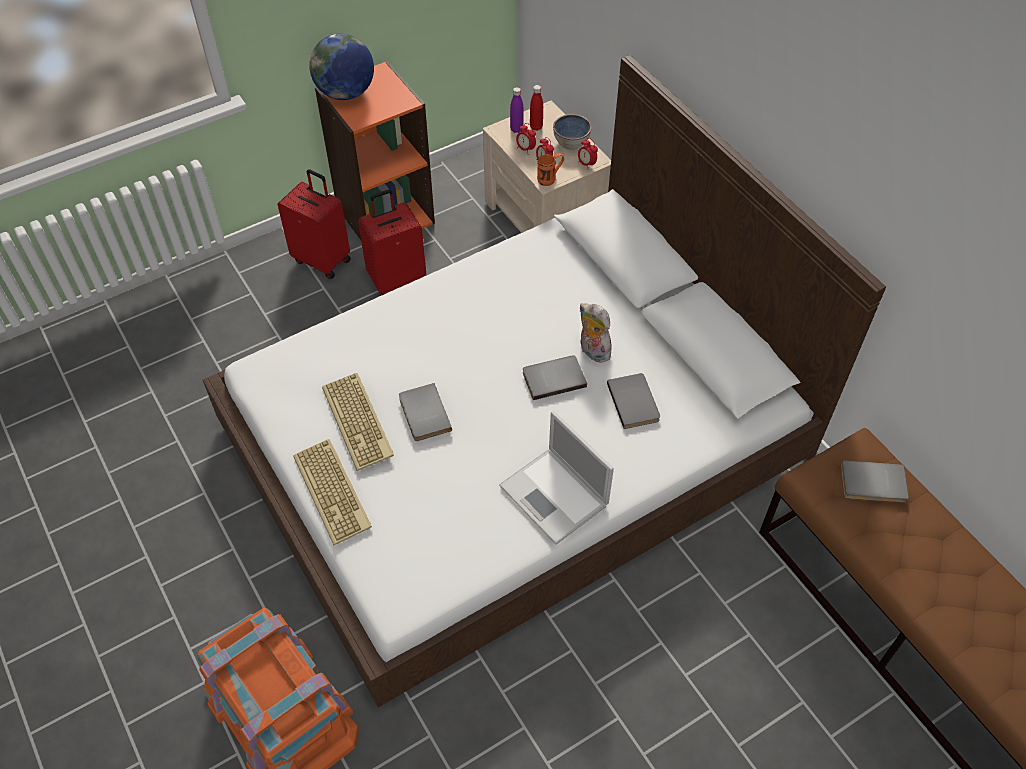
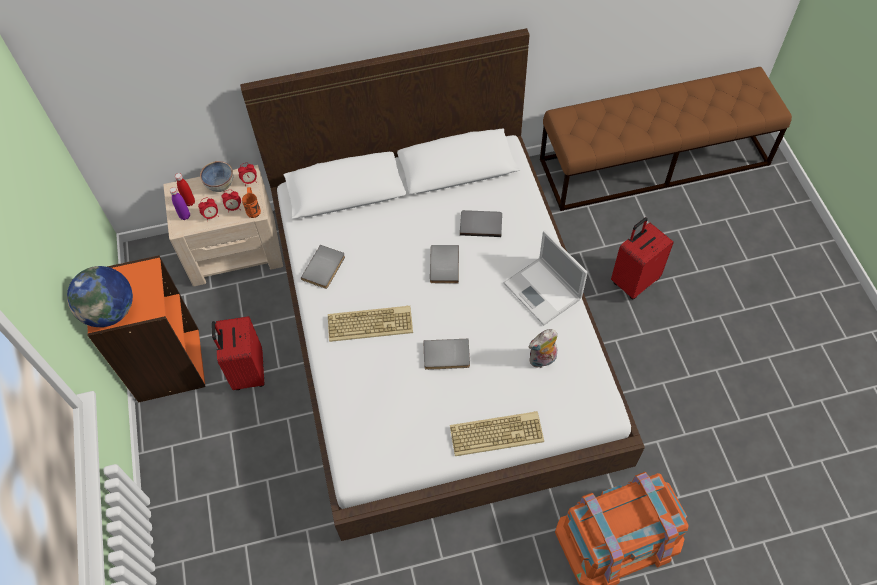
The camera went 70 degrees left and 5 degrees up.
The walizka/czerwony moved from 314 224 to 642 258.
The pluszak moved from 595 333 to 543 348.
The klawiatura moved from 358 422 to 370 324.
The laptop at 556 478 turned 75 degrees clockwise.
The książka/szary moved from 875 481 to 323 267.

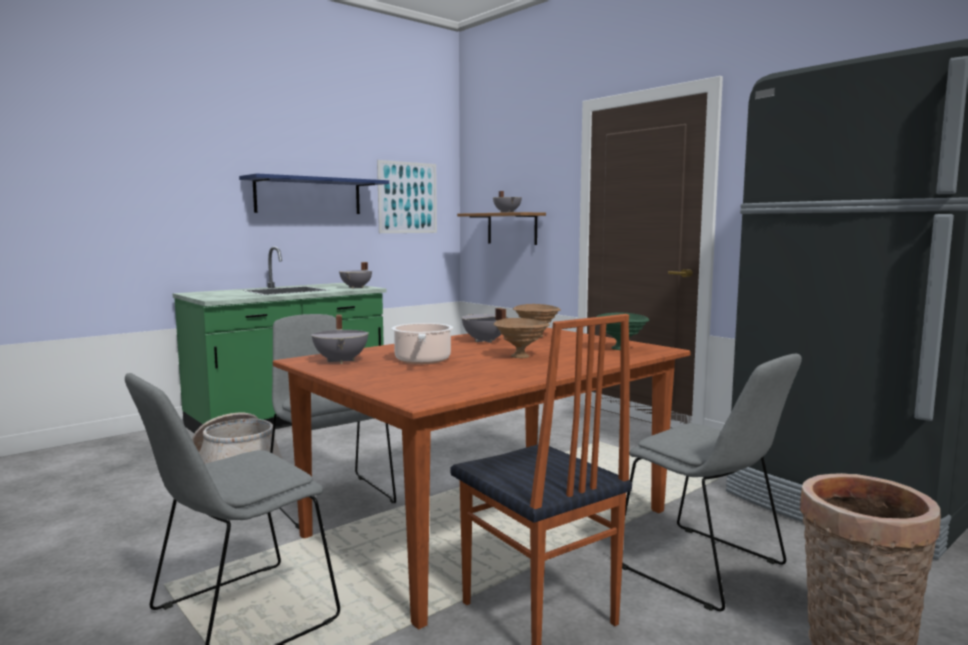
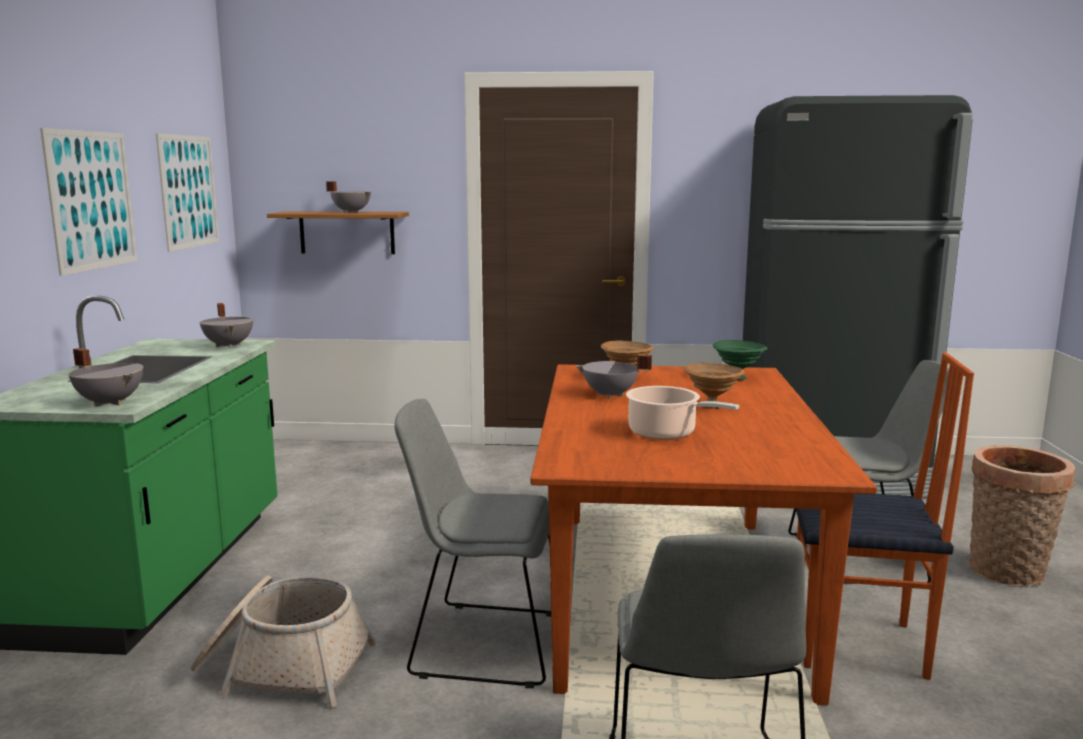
The camera went 45 degrees left and 5 degrees up.
The półka/niebieski at 314 193 was replaced by the obraz at 88 202.
The garnek/szary moved from 340 339 to 106 377.

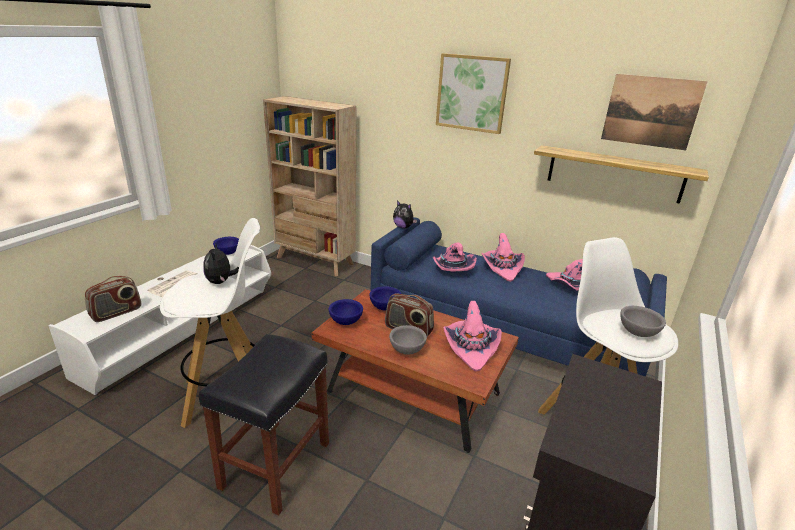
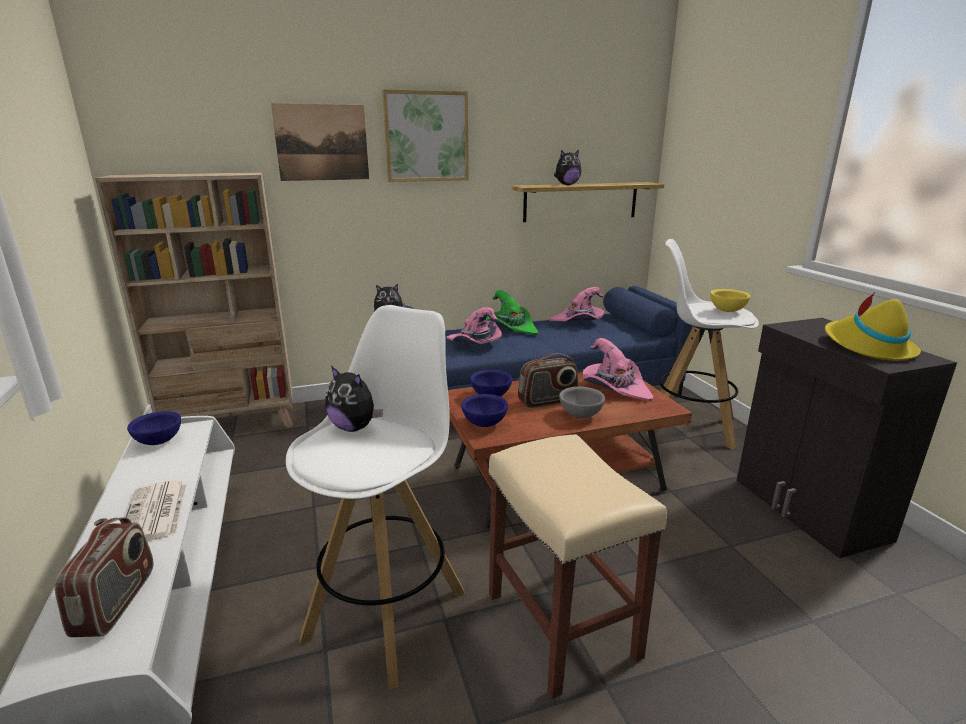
The camera went 45 degrees left and 5 degrees down.
The obraz moved from 654 112 to 320 142.
The kapelusz/różowy at 503 257 became the kapelusz/zielony at 512 312.
The miska/szary at 643 321 became the miska/żółty at 730 300.
The stołek/czarny at 264 425 became the stołek/beżowy at 578 566.
The pluszak at 567 167 appeared.
The kapelusz/żółty at 873 326 appeared.

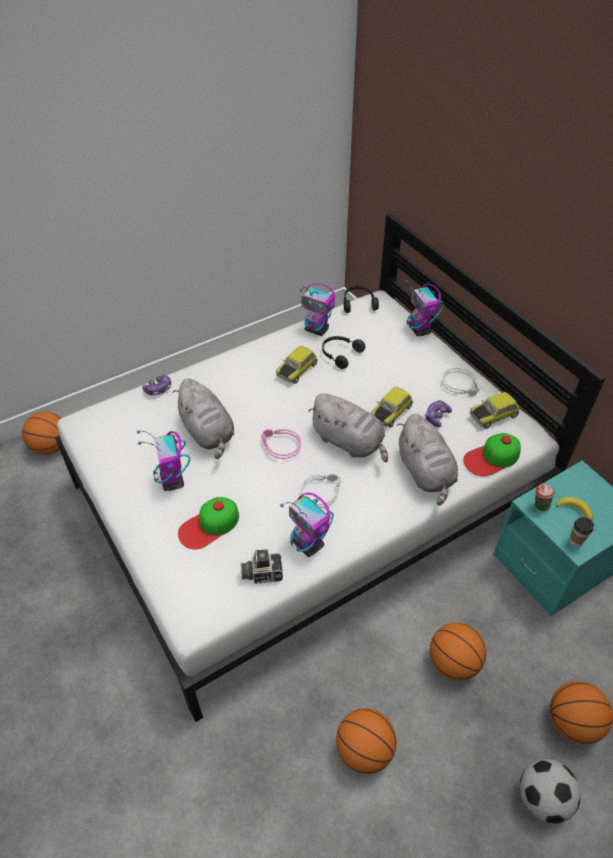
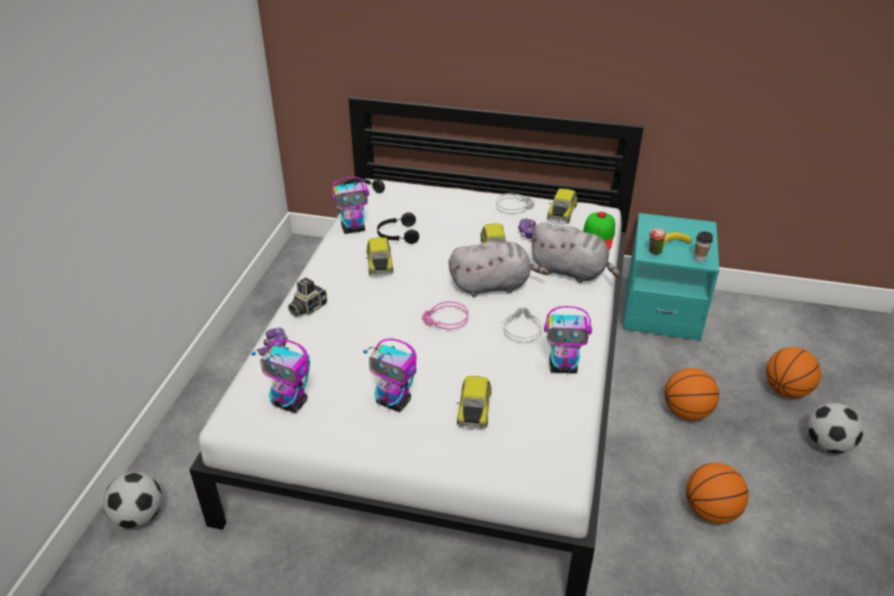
The camera went 45 degrees left and 10 degrees down.
The robot zabawkowy moved from 424 308 to 280 376.
The pluszak/szary at 203 418 disappeared.
The piłka do koszykówki at 41 433 was replaced by the piłka futbolowa at 132 500.
The czapka z daszkiem at 208 523 was replaced by the samochodzik at 474 402.
The aparat fotograficzny moved from 261 566 to 307 297.

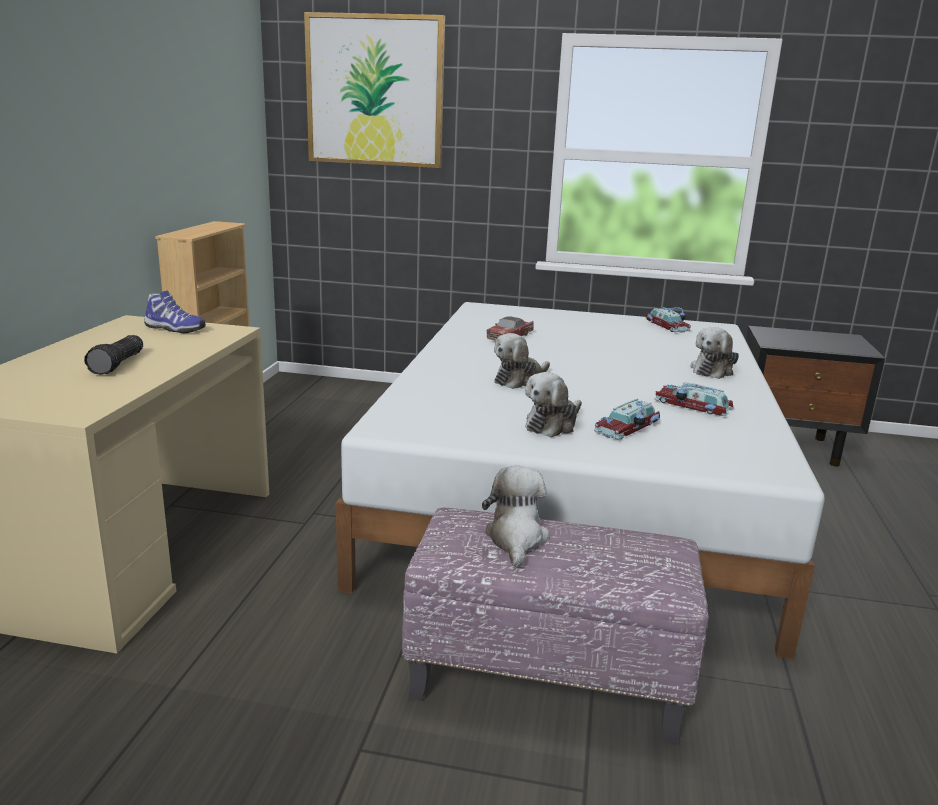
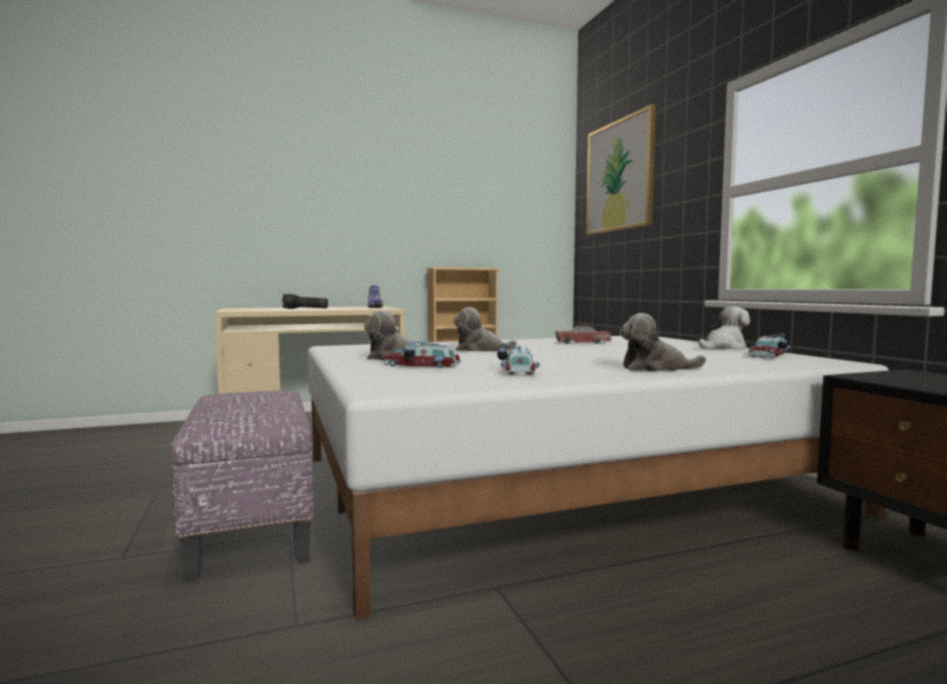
The camera went 60 degrees right and 15 degrees down.
The pluszak moved from 516 517 to 724 328.

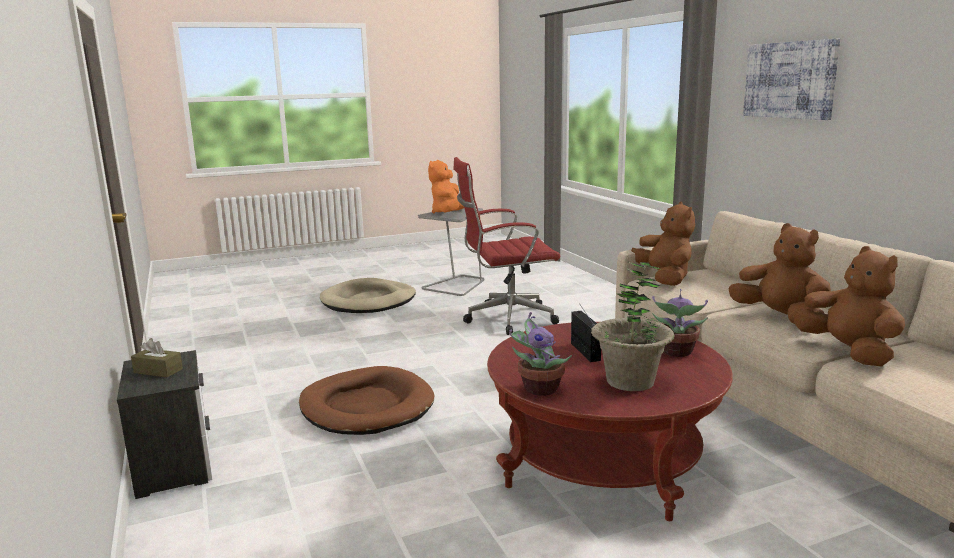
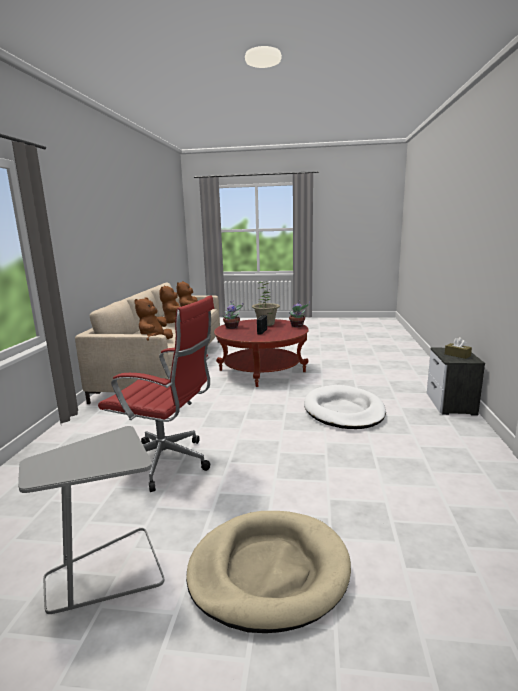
The camera went 150 degrees left and 0 degrees up.
The obraz at 791 79 disappeared.
The pluszak/pomarańczowy at 446 187 disappeared.
The legowisko/brązowy at 366 400 became the legowisko/biały at 345 407.

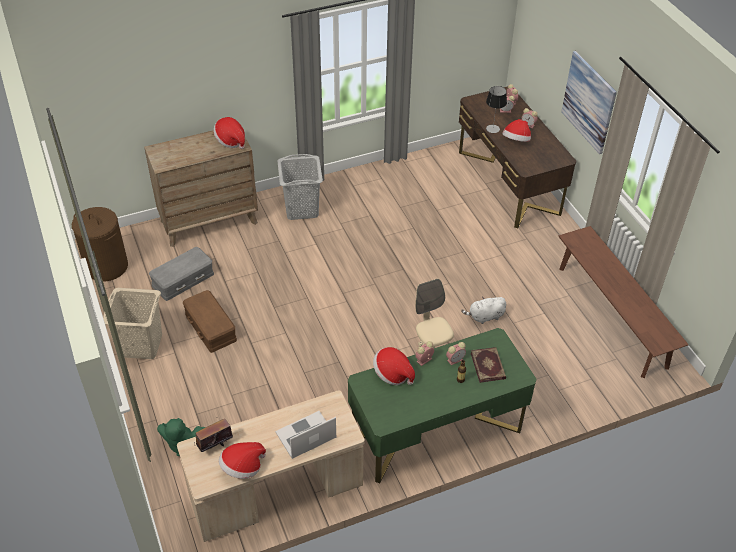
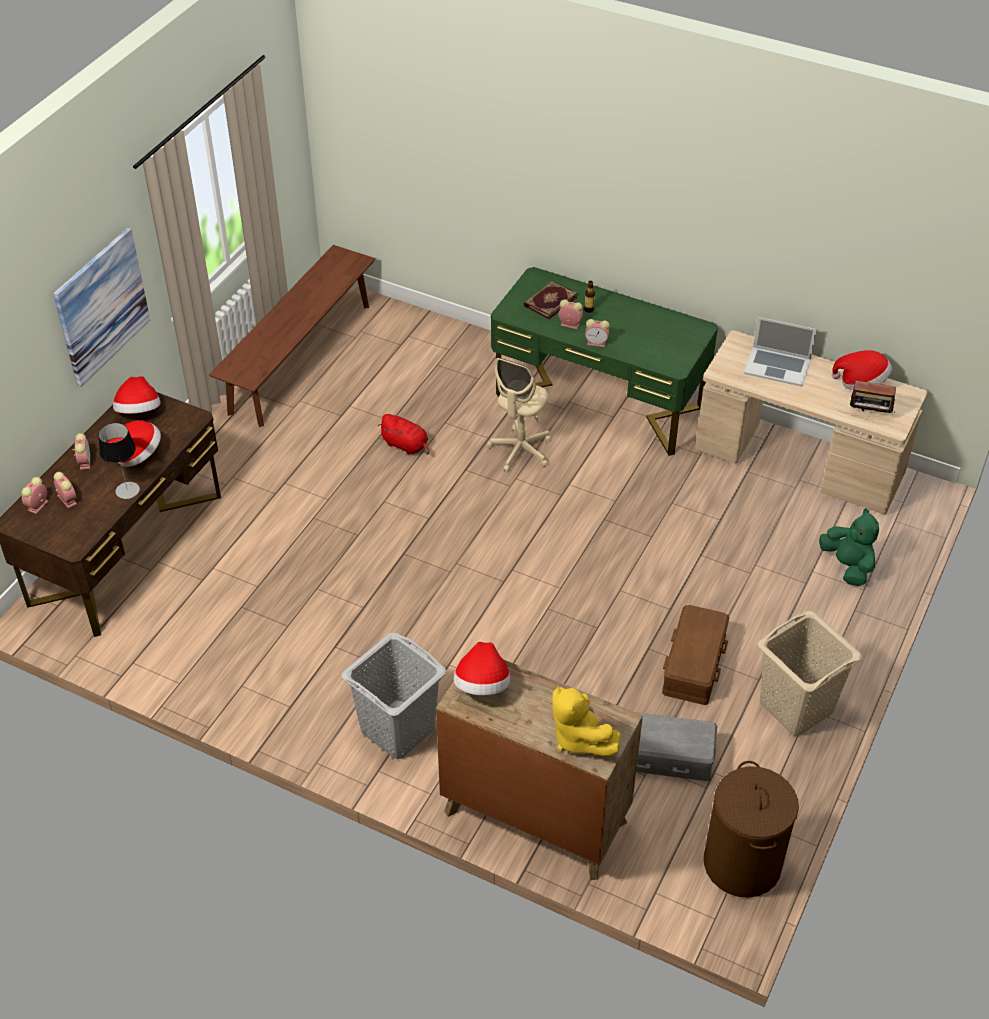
The camera went 130 degrees left and 0 degrees up.
The pluszak/biały at 483 310 became the pluszak/czerwony at 403 434.
The kapelusz moved from 394 366 to 136 395.
The pluszak/żółty at 586 720 appeared.

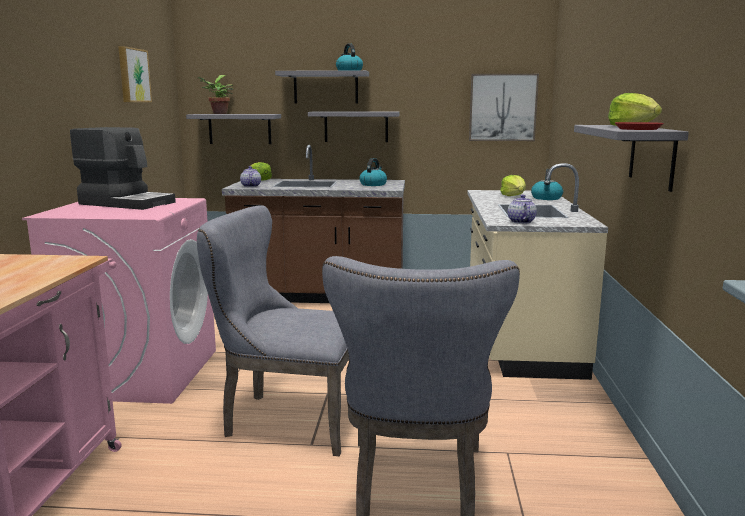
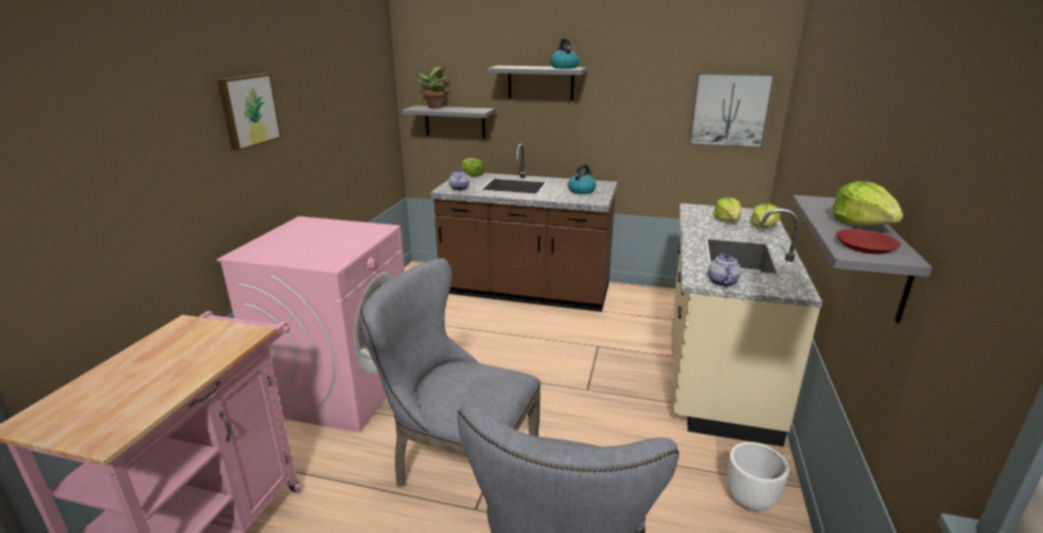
The camera went 10 degrees right and 10 degrees up.
The obraz moved from 135 74 to 249 112.
The półka/szary at 353 126 disappeared.
The ekspres do kawy at 123 168 disappeared.
The czajnik at 547 184 was replaced by the sałata at 765 215.
The donica/biały at 757 477 appeared.

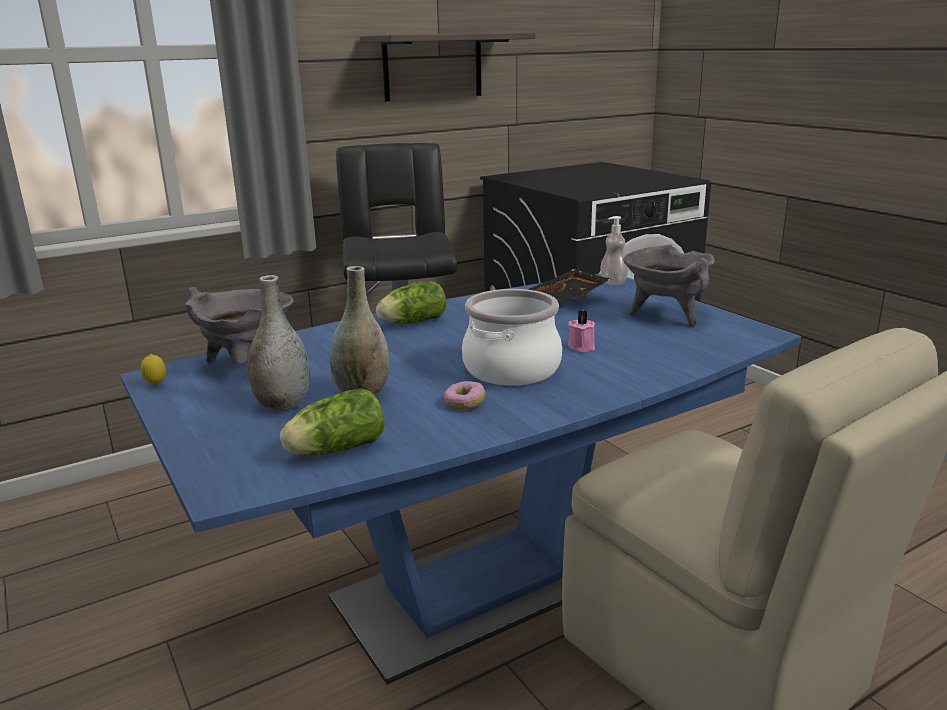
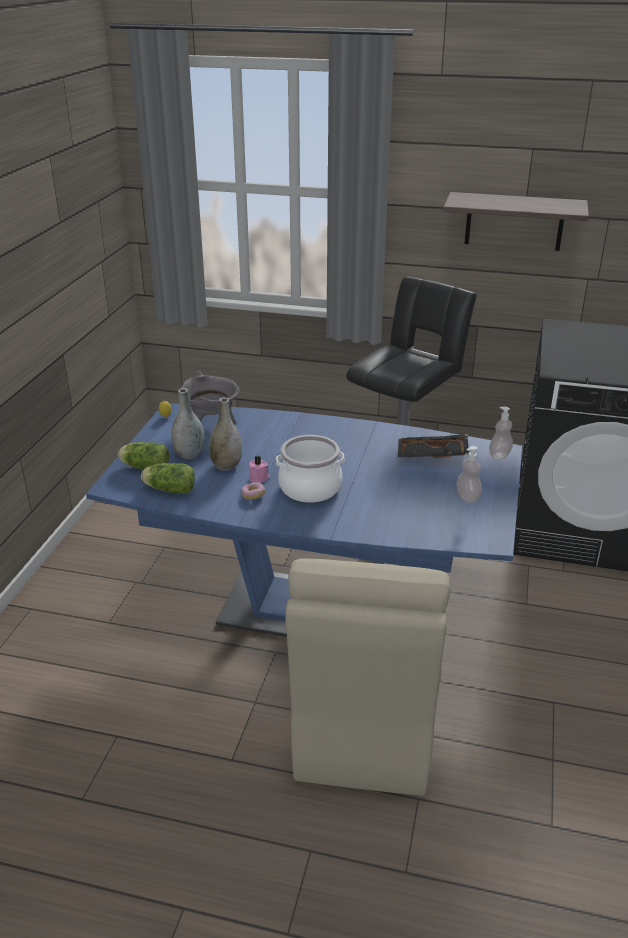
The camera went 45 degrees right and 10 degrees up.
The garnek/szary at 669 286 was replaced by the dozownik mydła at 469 474.
The sałata moved from 411 302 to 143 456.
The świeca/różowy moved from 581 331 to 259 469.

